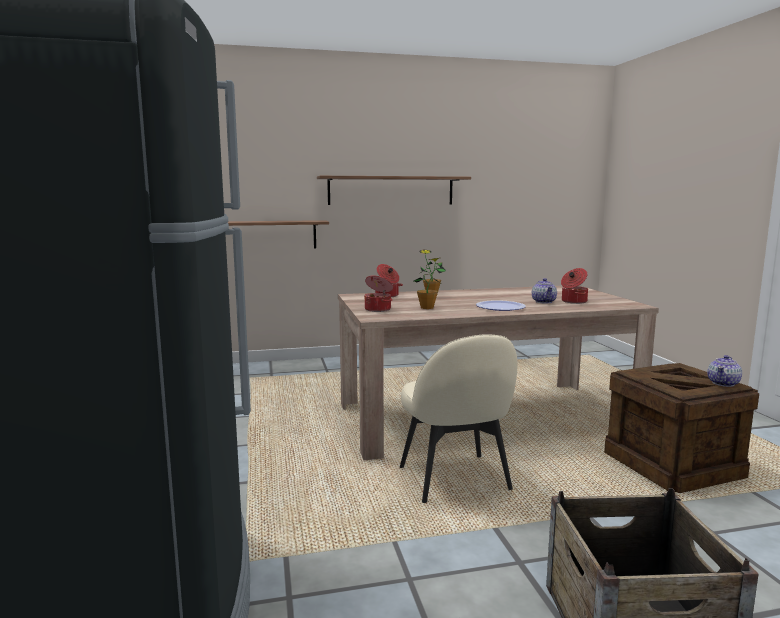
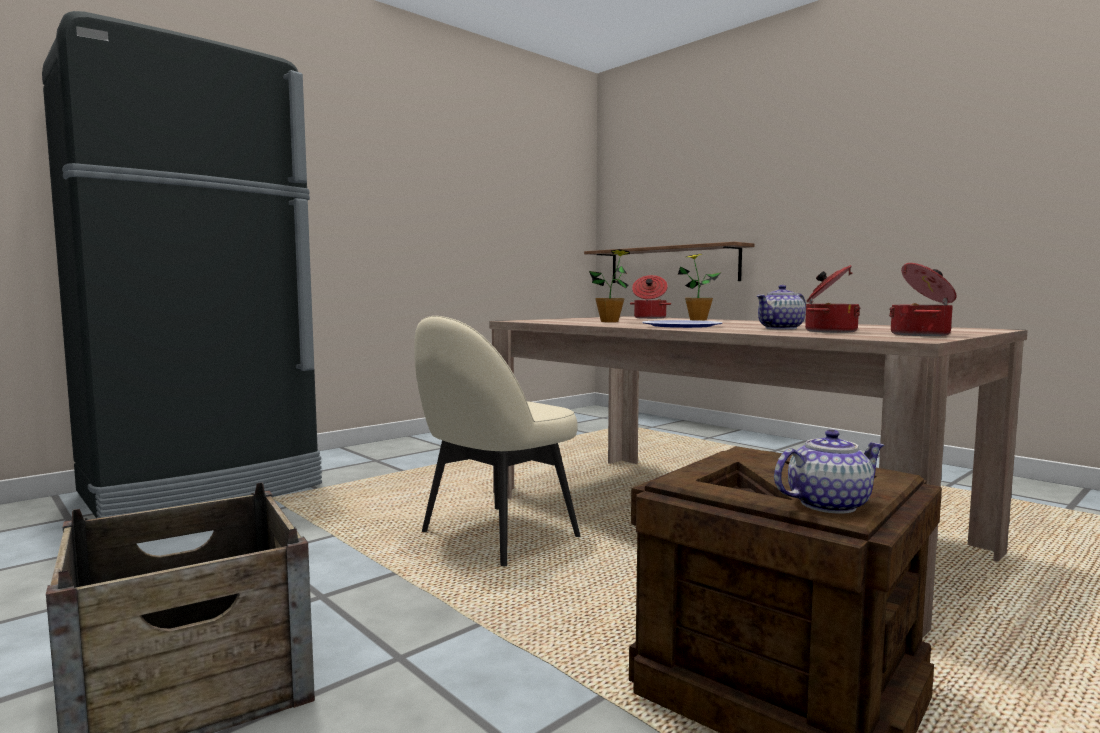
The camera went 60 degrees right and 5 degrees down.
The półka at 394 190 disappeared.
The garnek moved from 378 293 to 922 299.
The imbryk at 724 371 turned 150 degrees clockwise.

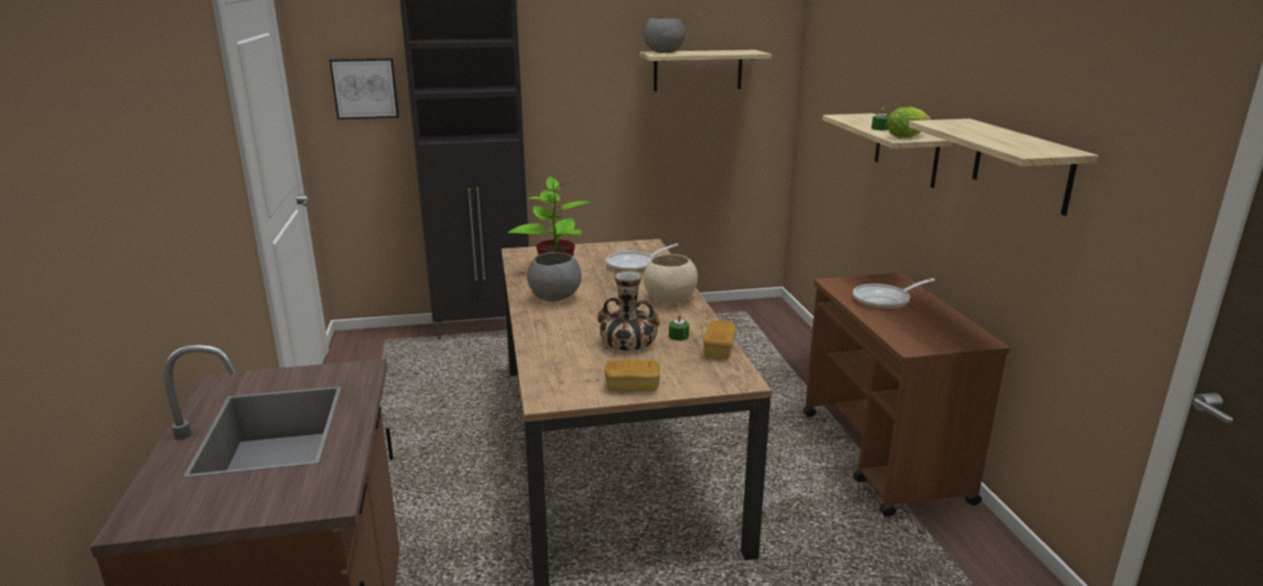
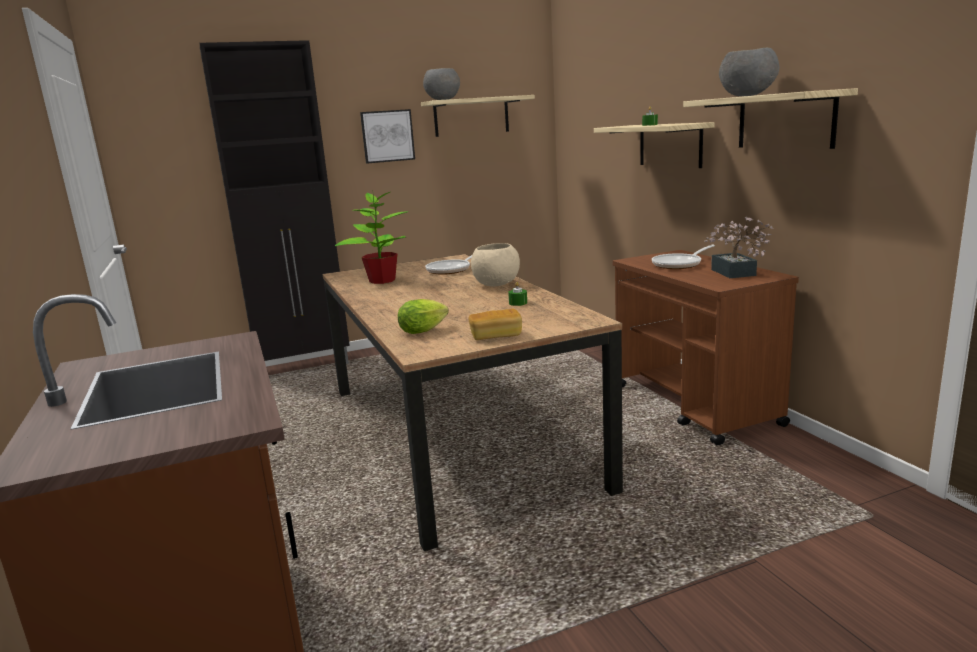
The camera went 10 degrees left and 5 degrees down.
The obraz moved from 364 89 to 387 136.
The sałata moved from 909 122 to 423 316.
The miska/szary moved from 554 276 to 749 72.
The wazon at 628 310 disappeared.
The chleb at 719 340 disappeared.
The roślina doniczkowa at 739 247 appeared.

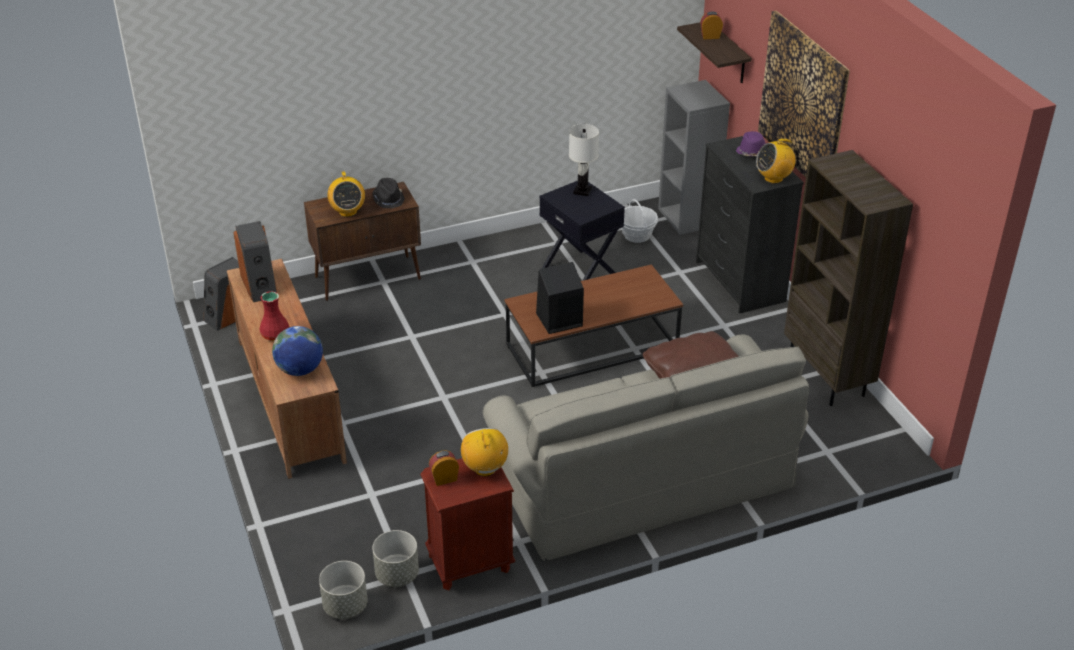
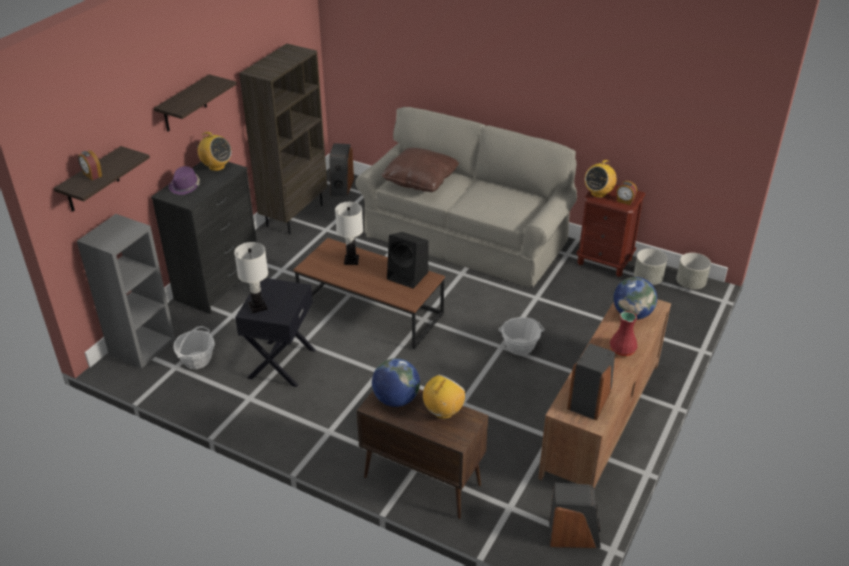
The camera went 130 degrees left and 0 degrees up.
The obraz at 804 94 was replaced by the półka at 195 103.
The kapelusz/czarny at 388 193 was replaced by the globus at 396 382.
The głośnik at 341 170 appeared.
The lampa stołowa/biały at 349 233 appeared.
The koszyk at 522 336 appeared.

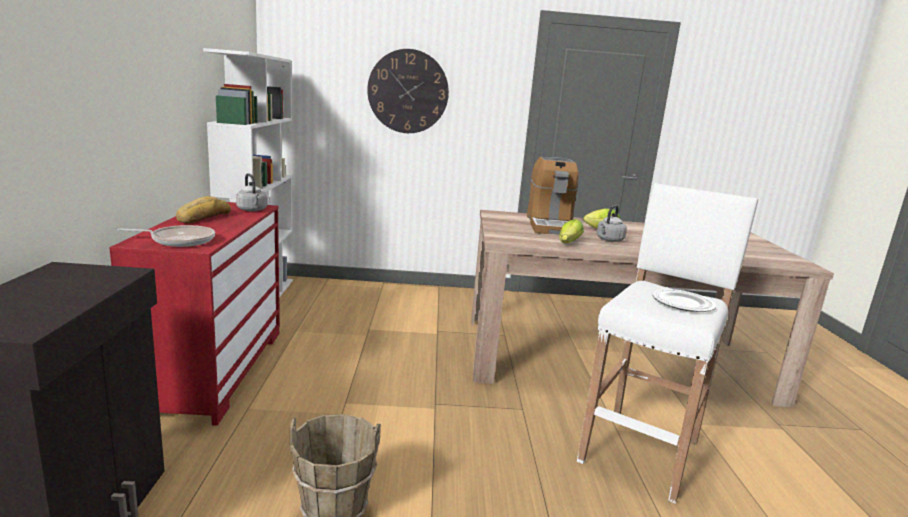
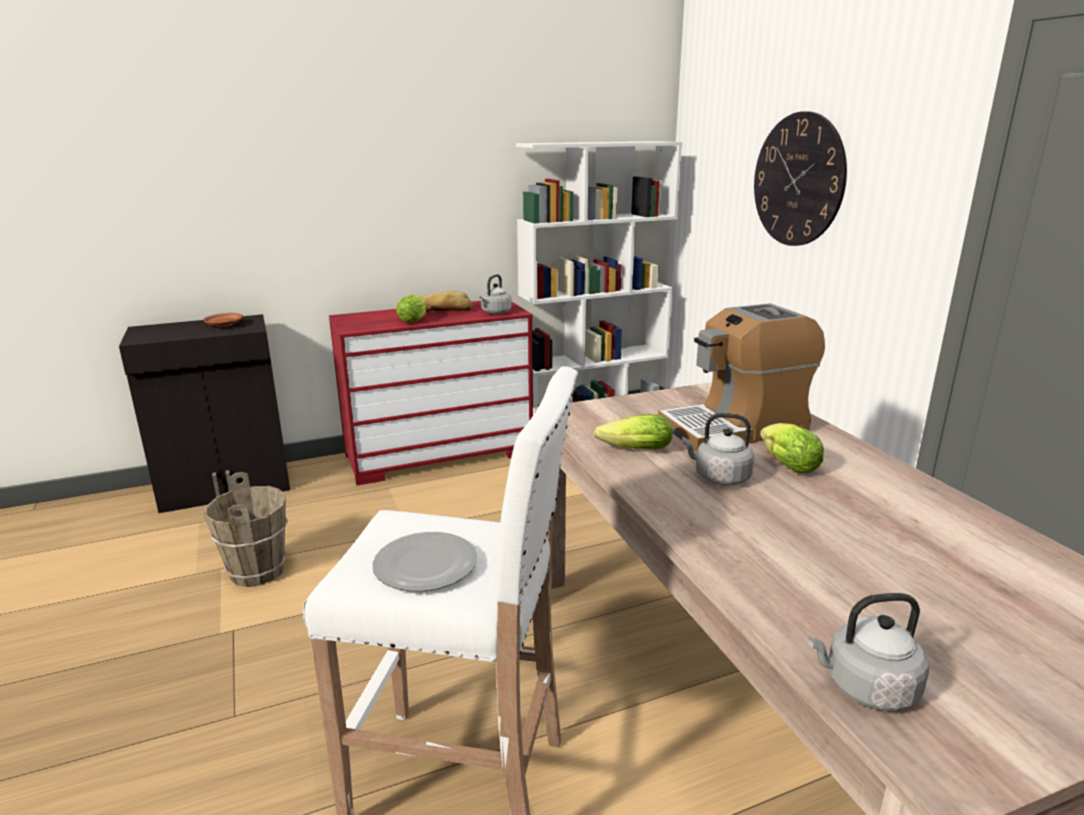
The camera went 70 degrees right and 5 degrees up.
The patelnia at 166 236 disappeared.
The sałata at 411 309 appeared.
The talerz/brązowy at 223 320 appeared.
The czajnik/szary at 868 652 appeared.

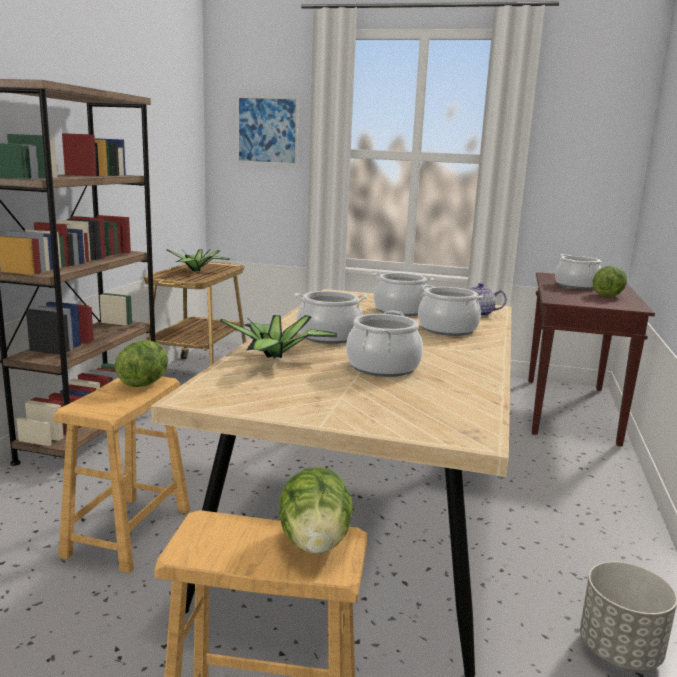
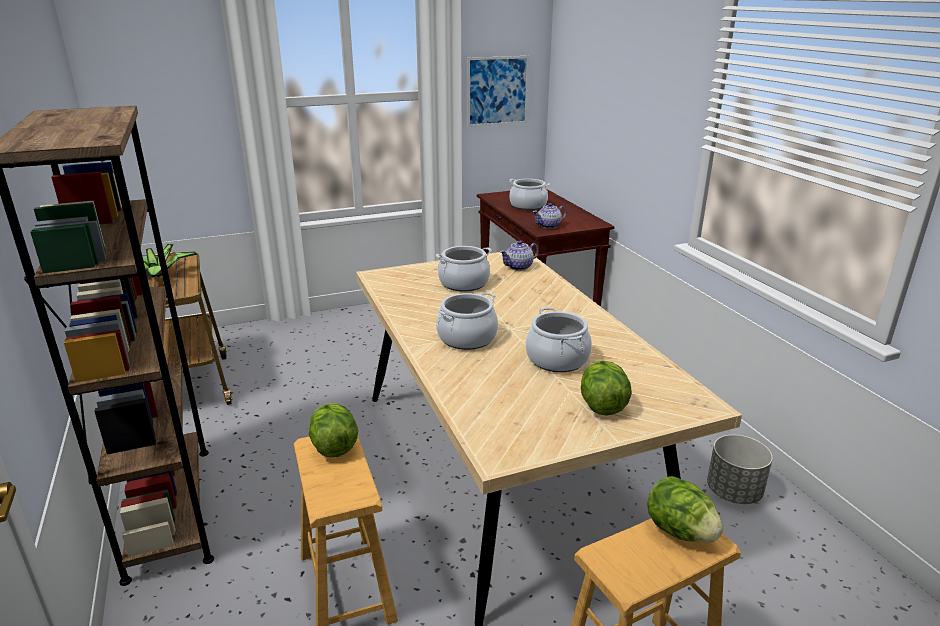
The camera went 35 degrees left and 10 degrees up.
The obraz moved from 268 130 to 498 91.
The sałata moved from 609 281 to 606 388.
The garnek at 450 310 disappeared.
The roślina doniczkowa at 278 337 disappeared.
The imbryk at 549 216 appeared.

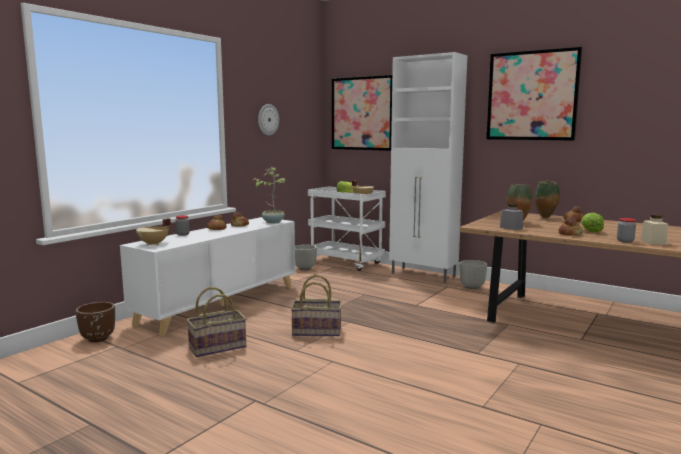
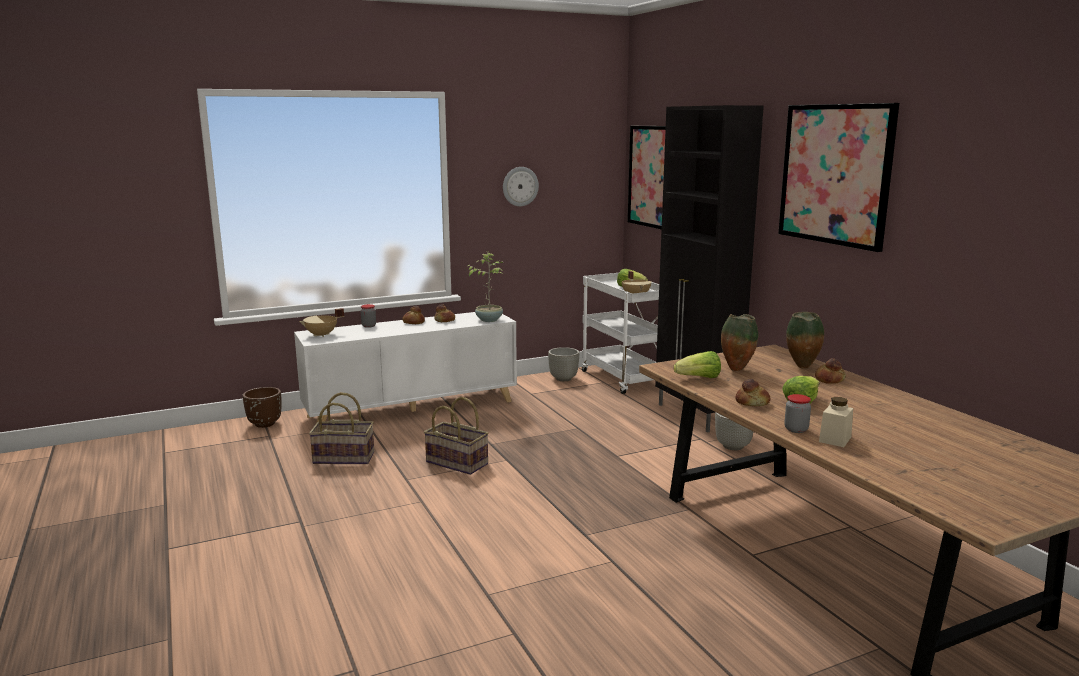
The camera went 30 degrees right and 5 degrees up.
The szafka/biały at 428 167 became the szafka/czarny at 709 269.
The słoik/szary at 511 216 was replaced by the sałata at 697 364.

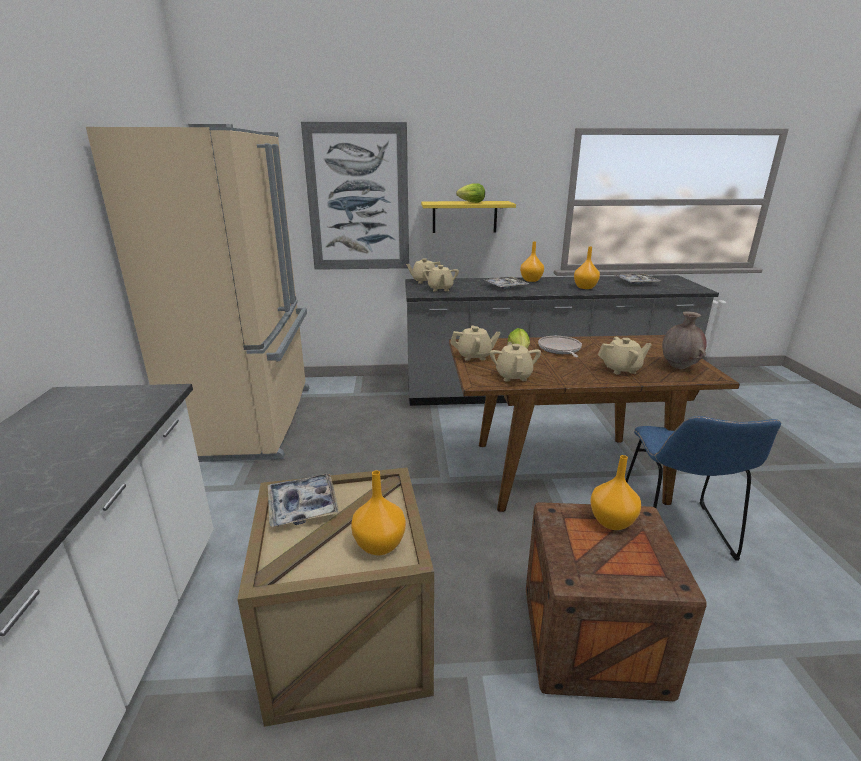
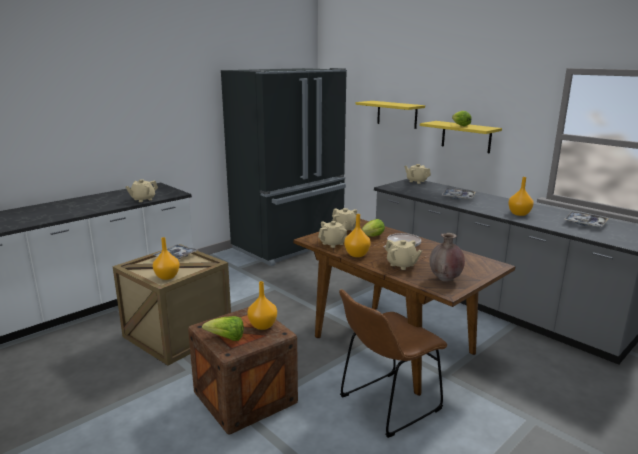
The camera went 50 degrees right and 5 degrees down.
The obraz at 355 196 was replaced by the półka/żółty at 390 115.
The lodówka/beżowy at 197 293 became the lodówka/czarny at 284 167.
The wazon/pomarańczowy moved from 532 261 to 357 235.
The imbryk/beżowy moved from 441 278 to 142 190.
The krzesło/niebieski at 703 488 became the krzesło/brązowy at 393 363.
The sałata at 223 328 appeared.

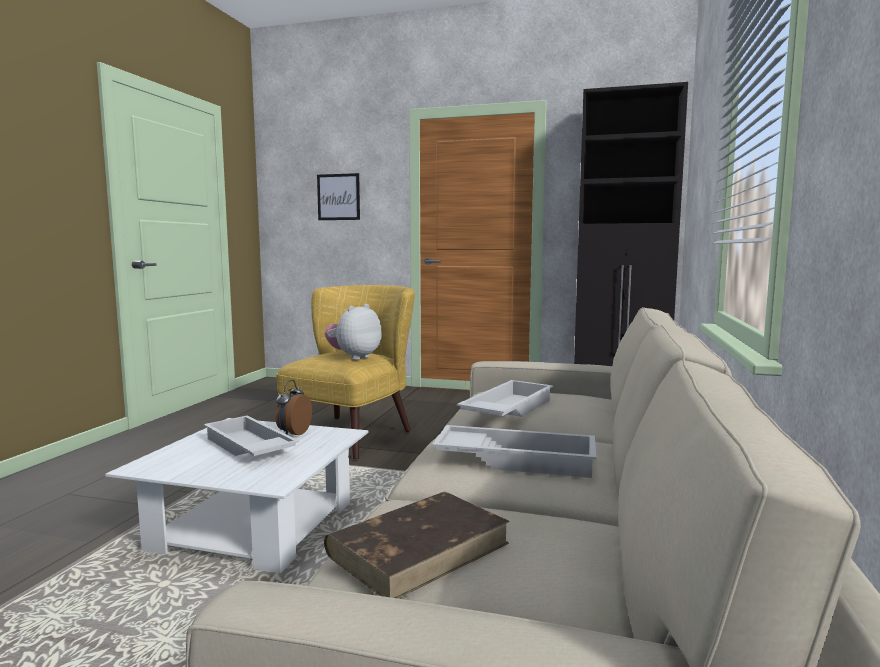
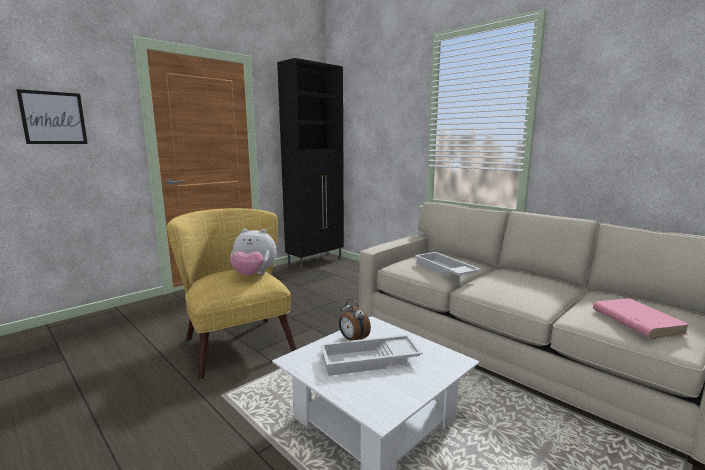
The camera went 60 degrees left and 5 degrees up.
The pluszak at 353 332 turned 60 degrees counterclockwise.
The taca/biały at 514 451 disappeared.
The książka/brązowy at 417 545 became the książka/różowy at 641 318.

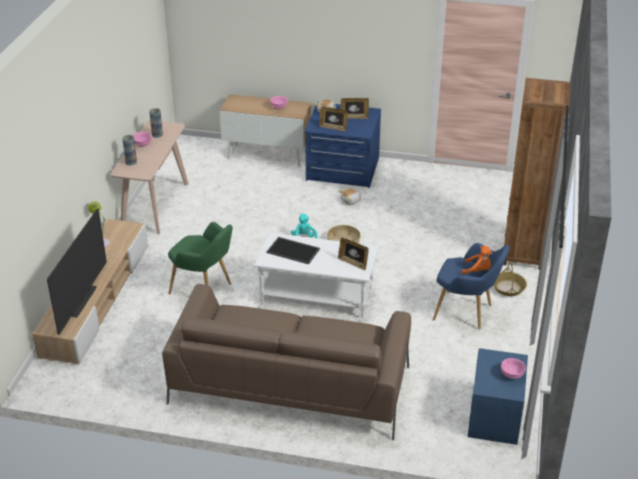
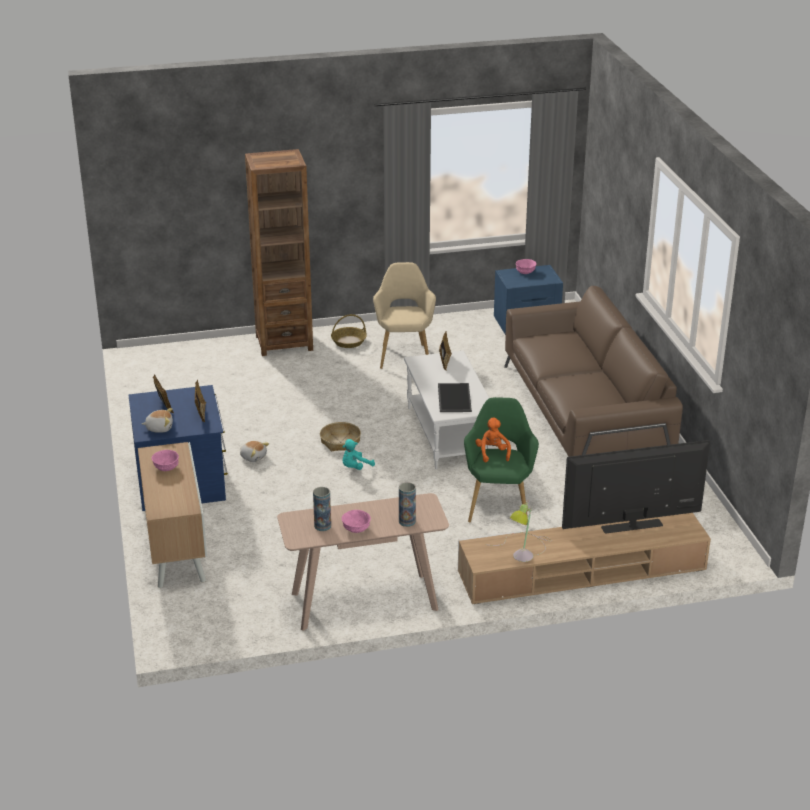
The camera went 115 degrees left and 5 degrees down.
The fotel/niebieski at 471 286 became the fotel/beżowy at 404 315.
The pluszak/pomarańczowy moved from 477 260 to 493 440.

